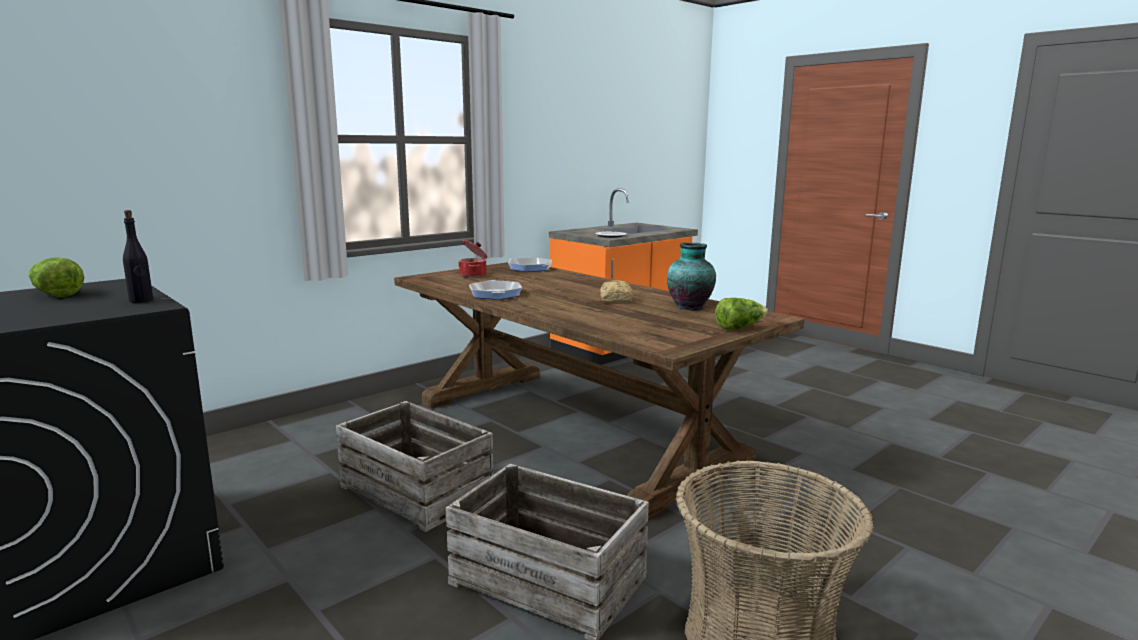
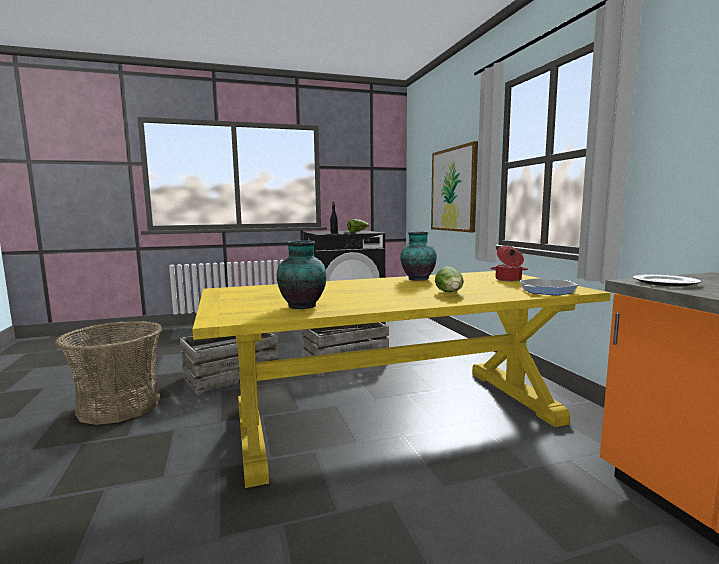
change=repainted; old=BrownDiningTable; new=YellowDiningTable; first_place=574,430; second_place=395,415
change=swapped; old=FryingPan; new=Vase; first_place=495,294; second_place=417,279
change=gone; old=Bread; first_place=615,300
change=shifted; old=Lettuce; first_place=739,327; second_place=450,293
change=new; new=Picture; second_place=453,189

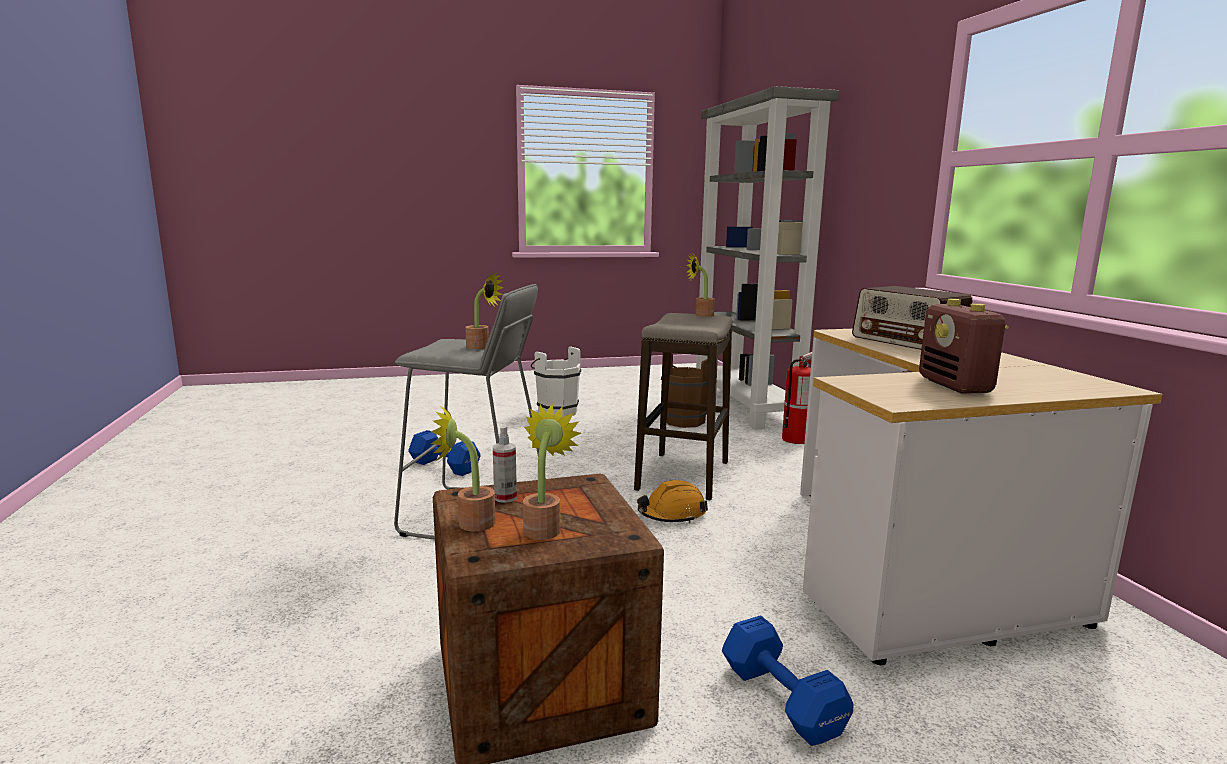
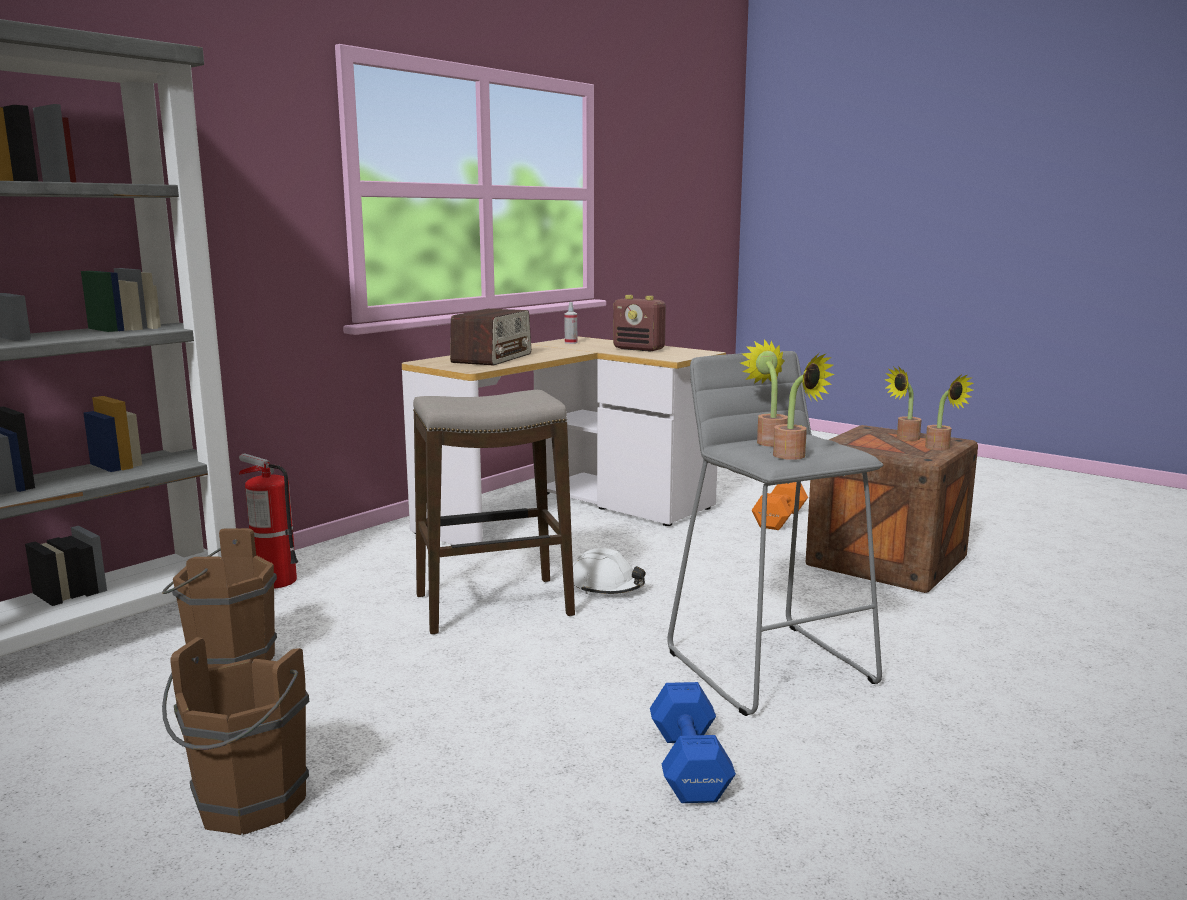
change=shifted; old=PottedPlant; first_place=700,315; second_place=795,456
change=rotated; old=Radio; first_place=955,386; second_place=639,349; degrees=75
change=repainted; old=WhiteBucket; new=BrownBucket; first_place=556,411; second_place=246,808
change=shifted; old=SprayBottle; first_place=505,497; second_place=571,343
change=repainted; old=OrangeHardHat; new=WhiteHardHat; first_place=672,514; second_place=606,586
change=repainted; old=BlueDumbbell; new=OrangeDumbbell; first_place=782,702; second_place=780,518

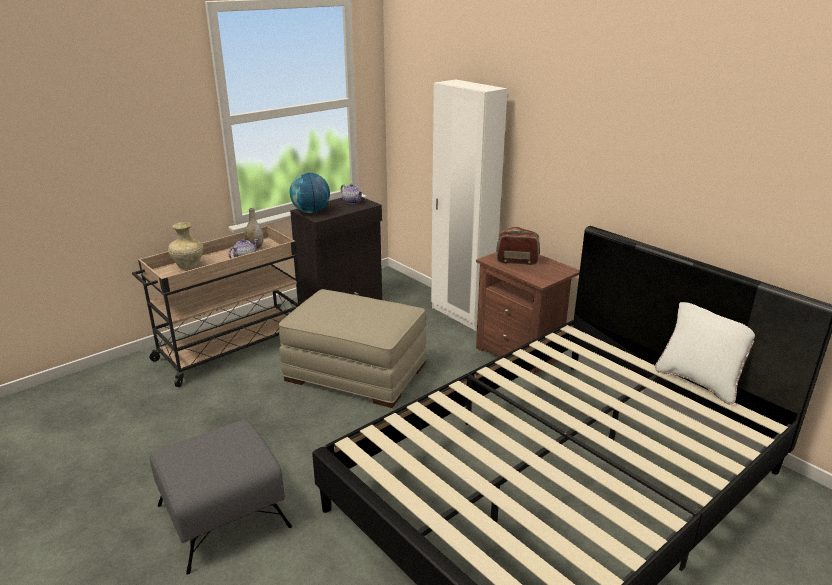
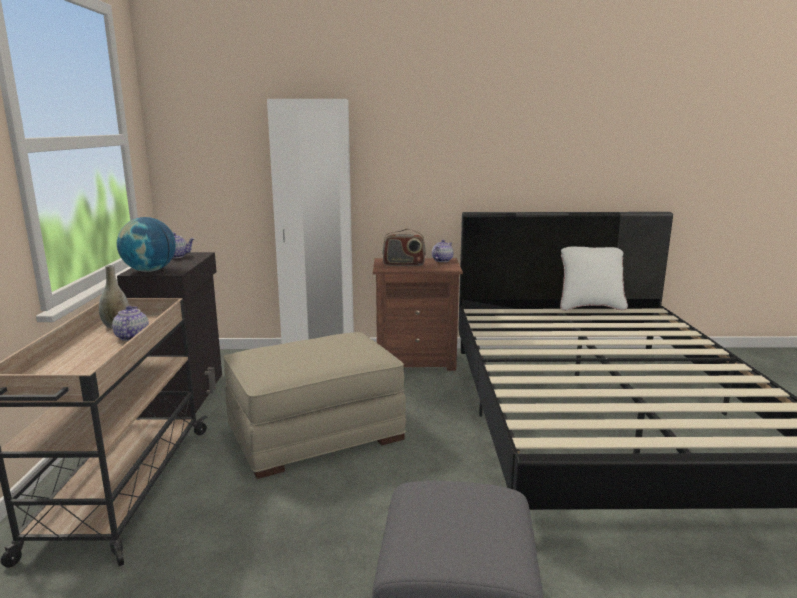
change=gone; old=BeigeVase; first_place=188,265
change=rotated; old=Radio; first_place=517,261; second_place=404,264; degrees=-135
change=new; new=Teapot; second_place=442,260

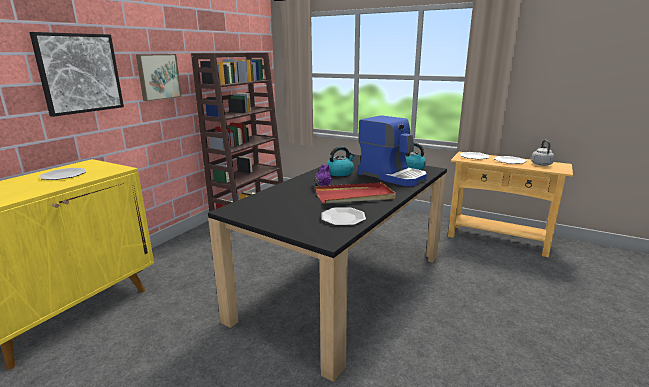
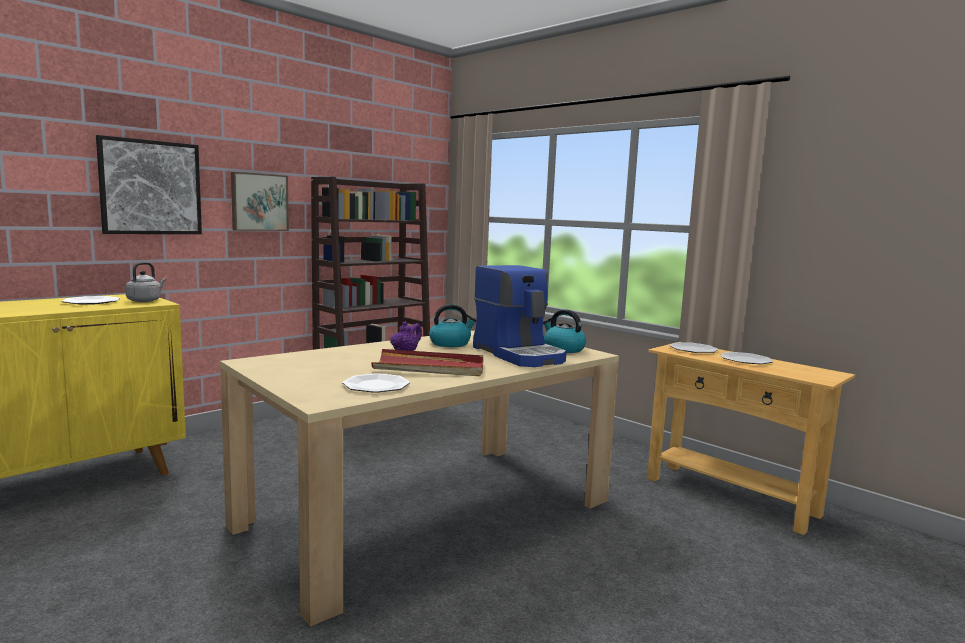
change=shifted; old=GreyKettle; first_place=540,164; second_place=146,300
change=repainted; old=BlackDiningTable; new=BeigeDiningTable; first_place=343,284; second_place=428,512

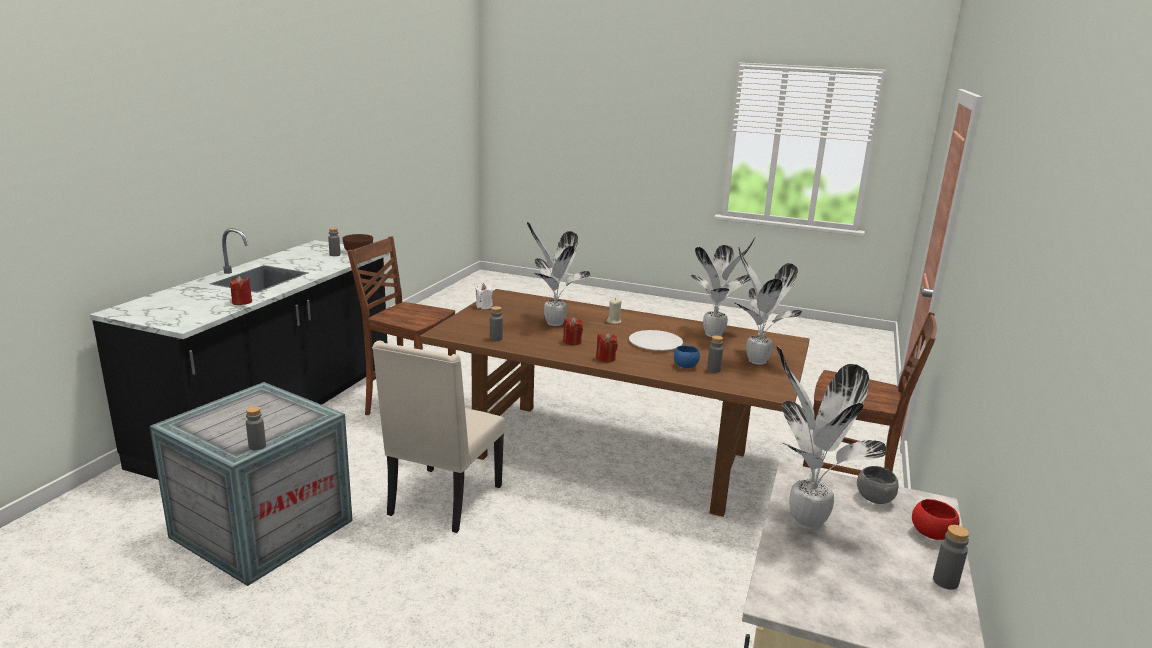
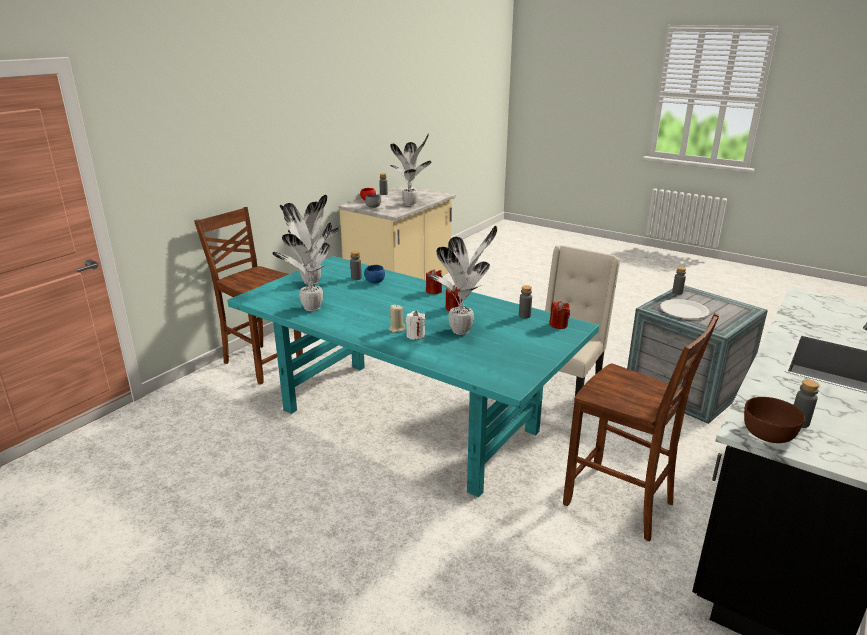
change=shifted; old=RedCandle; first_place=242,302; second_place=558,325
change=shifted; old=WhiteCandle; first_place=484,306; second_place=415,335
change=repainted; old=BrownDiningTable; new=TurquoiseDiningTable; first_place=613,455; second_place=406,420
change=shifted; old=WhitePlate; first_place=655,342; second_place=684,310

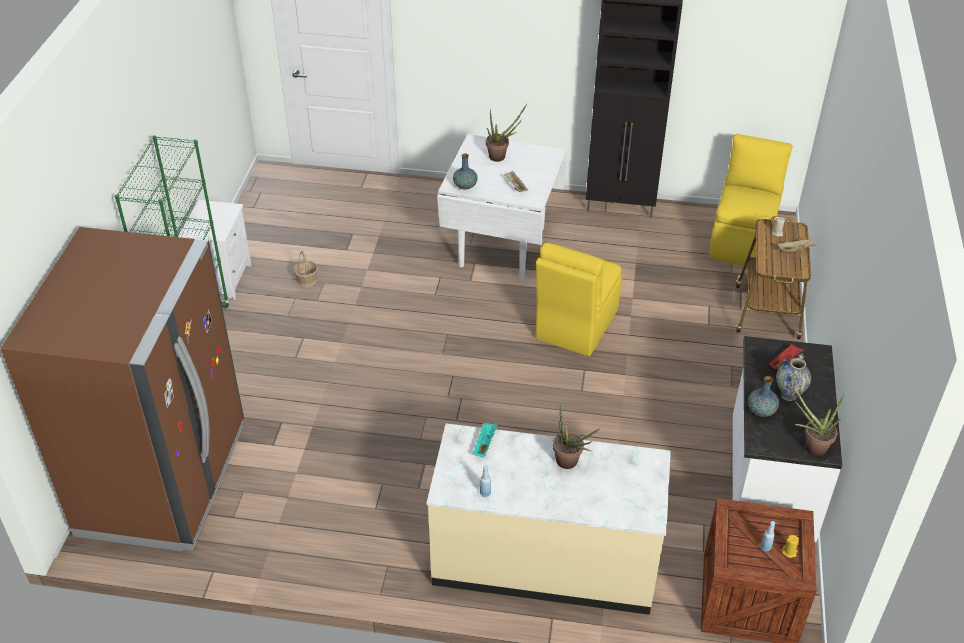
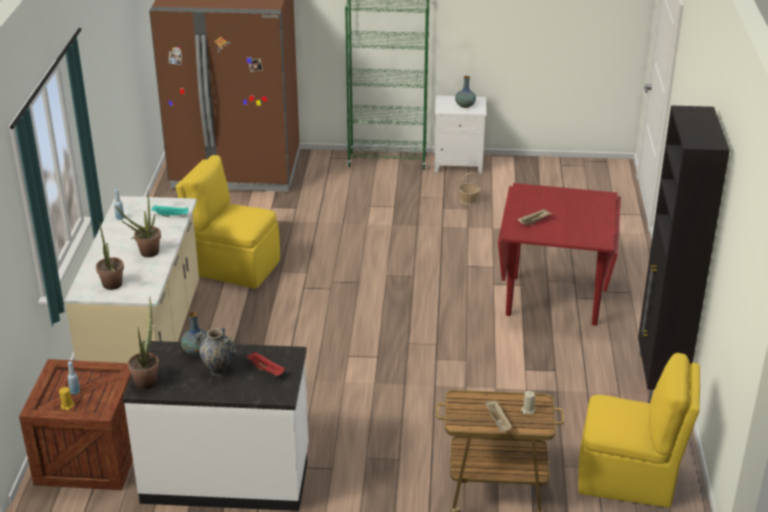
change=shifted; old=PottedPlant; first_place=501,156; second_place=112,287
change=repainted; old=WhiteDiningTable; new=RedDiningTable; first_place=501,246; second_place=553,299
change=shifted; old=Vase; first_place=465,186; second_place=465,106
change=shifted; old=YellowChair; first_place=575,326; second_place=234,267

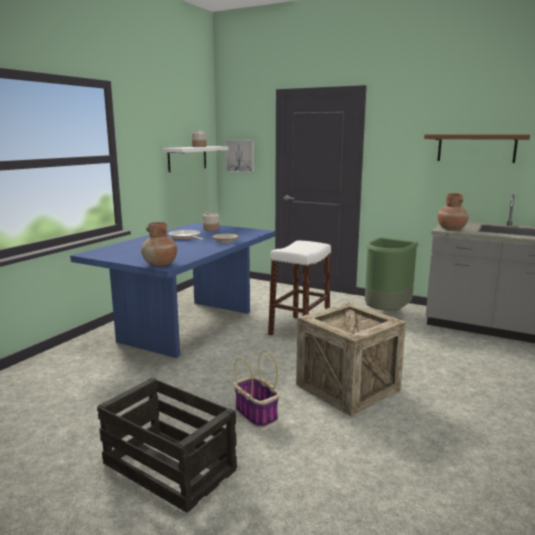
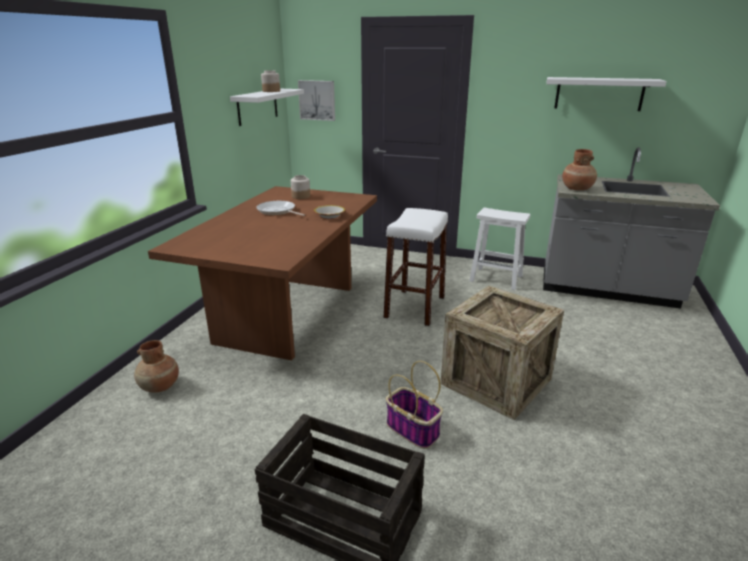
change=repainted; old=BrownShelf; new=WhiteShelf; first_place=476,148; second_place=599,94
change=shifted; old=BrownVase; first_place=160,264; second_place=160,386
change=repainted; old=BlueDiningTable; new=BrownDiningTable; first_place=188,326; second_place=288,314
change=swapped; old=GreenTrashCan; new=WhiteStool; first_place=386,313; second_place=497,278

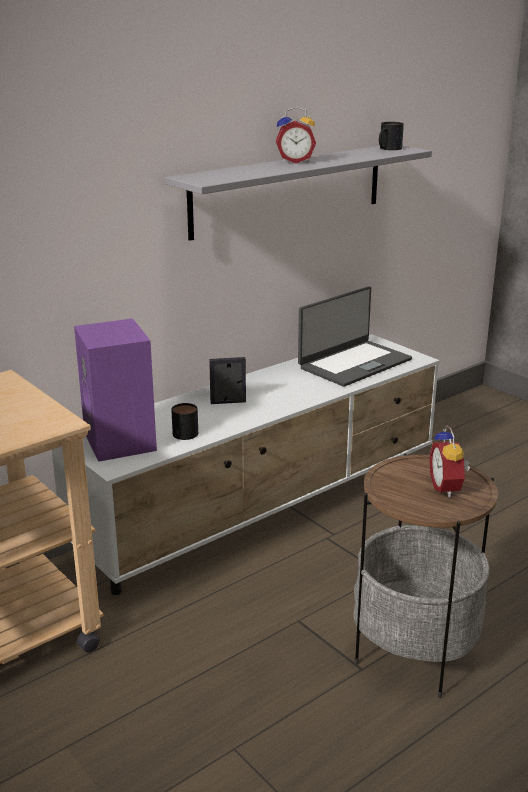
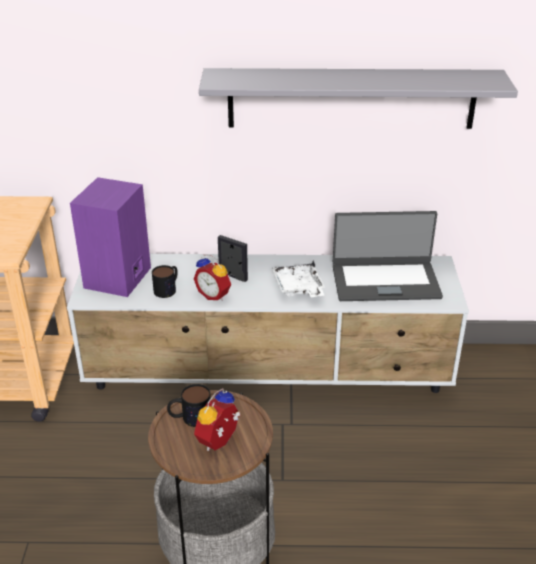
change=shifted; old=AlarmClock; first_place=295,161; second_place=214,295
change=shifted; old=Mug; first_place=387,149; second_place=190,417
change=new; new=WhiteTray; second_place=298,288

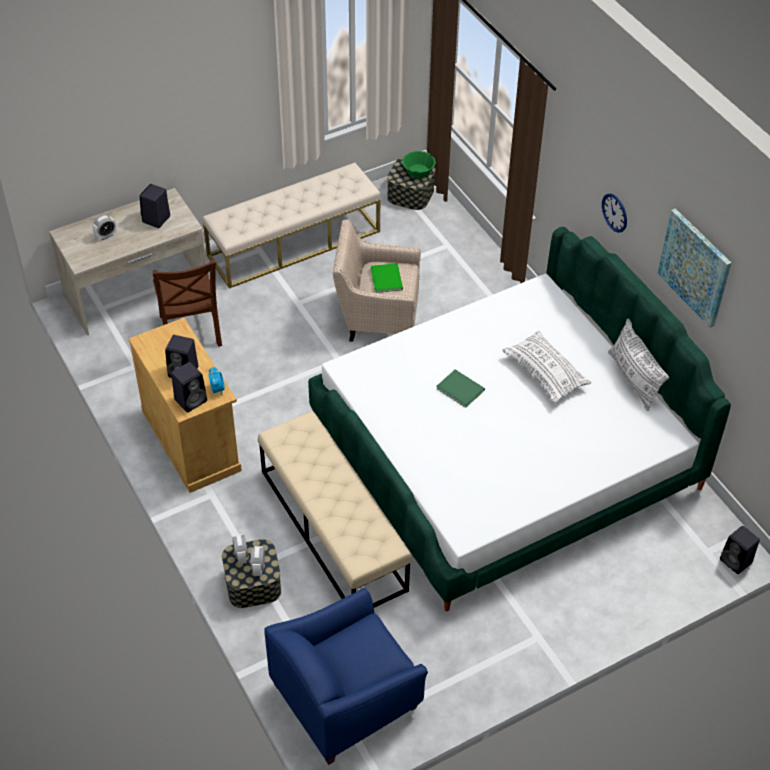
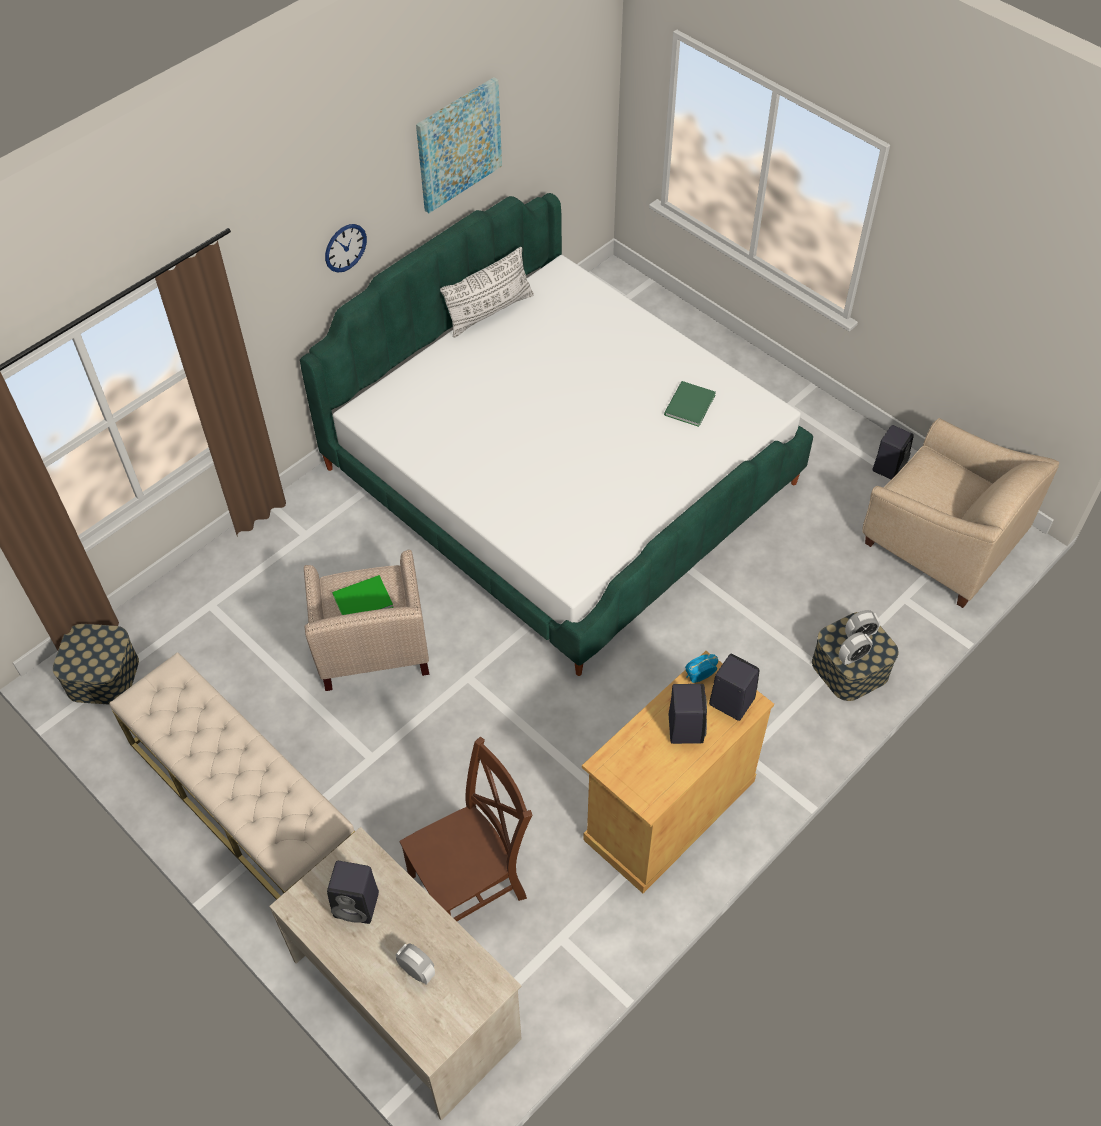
change=gone; old=GreenBowl; first_place=418,171
change=gone; old=WhitePillow; first_place=545,373
change=shifted; old=GreenBook; first_place=460,388; second_place=688,405
change=gone; old=BeigeBench; first_place=333,530
change=shifted; old=BlackSpeaker; first_place=736,561; second_place=889,466
change=repainted; old=BlueArmchair; new=BeigeArmchair; first_place=346,697; second_place=941,542

